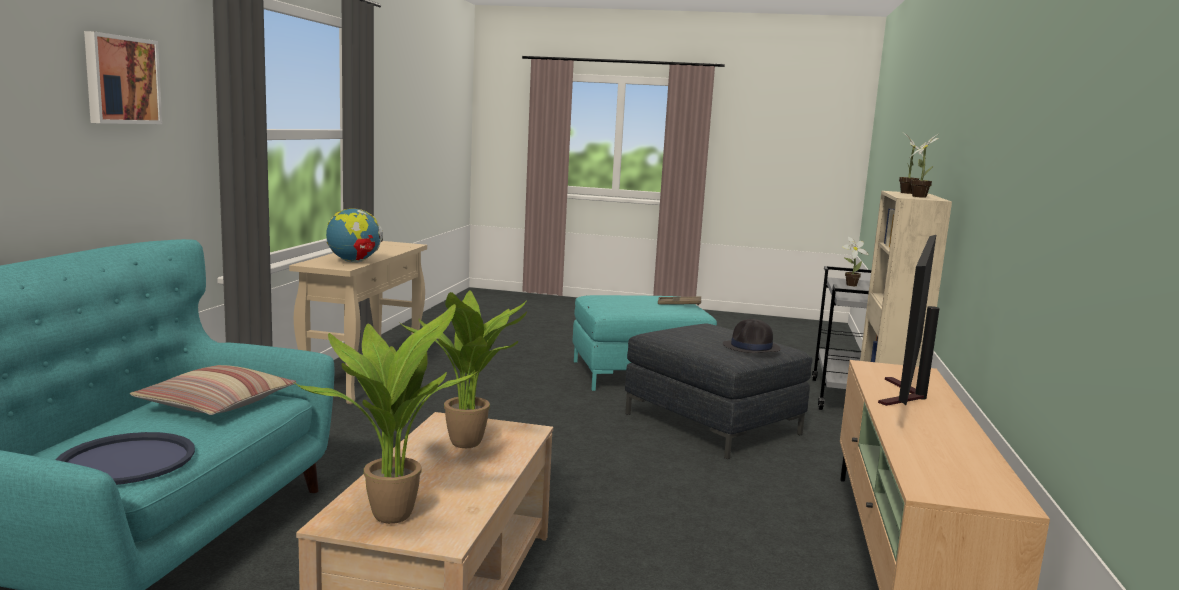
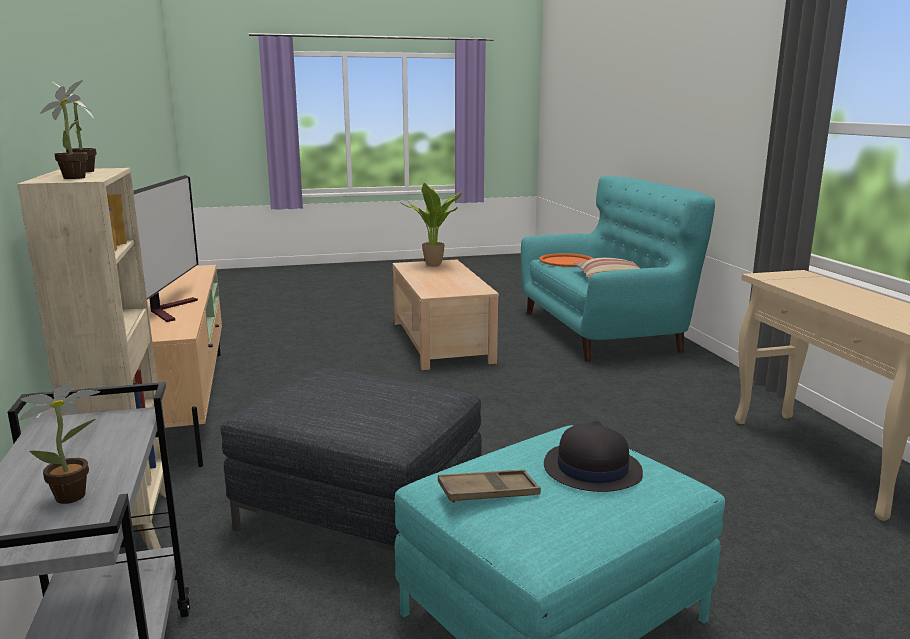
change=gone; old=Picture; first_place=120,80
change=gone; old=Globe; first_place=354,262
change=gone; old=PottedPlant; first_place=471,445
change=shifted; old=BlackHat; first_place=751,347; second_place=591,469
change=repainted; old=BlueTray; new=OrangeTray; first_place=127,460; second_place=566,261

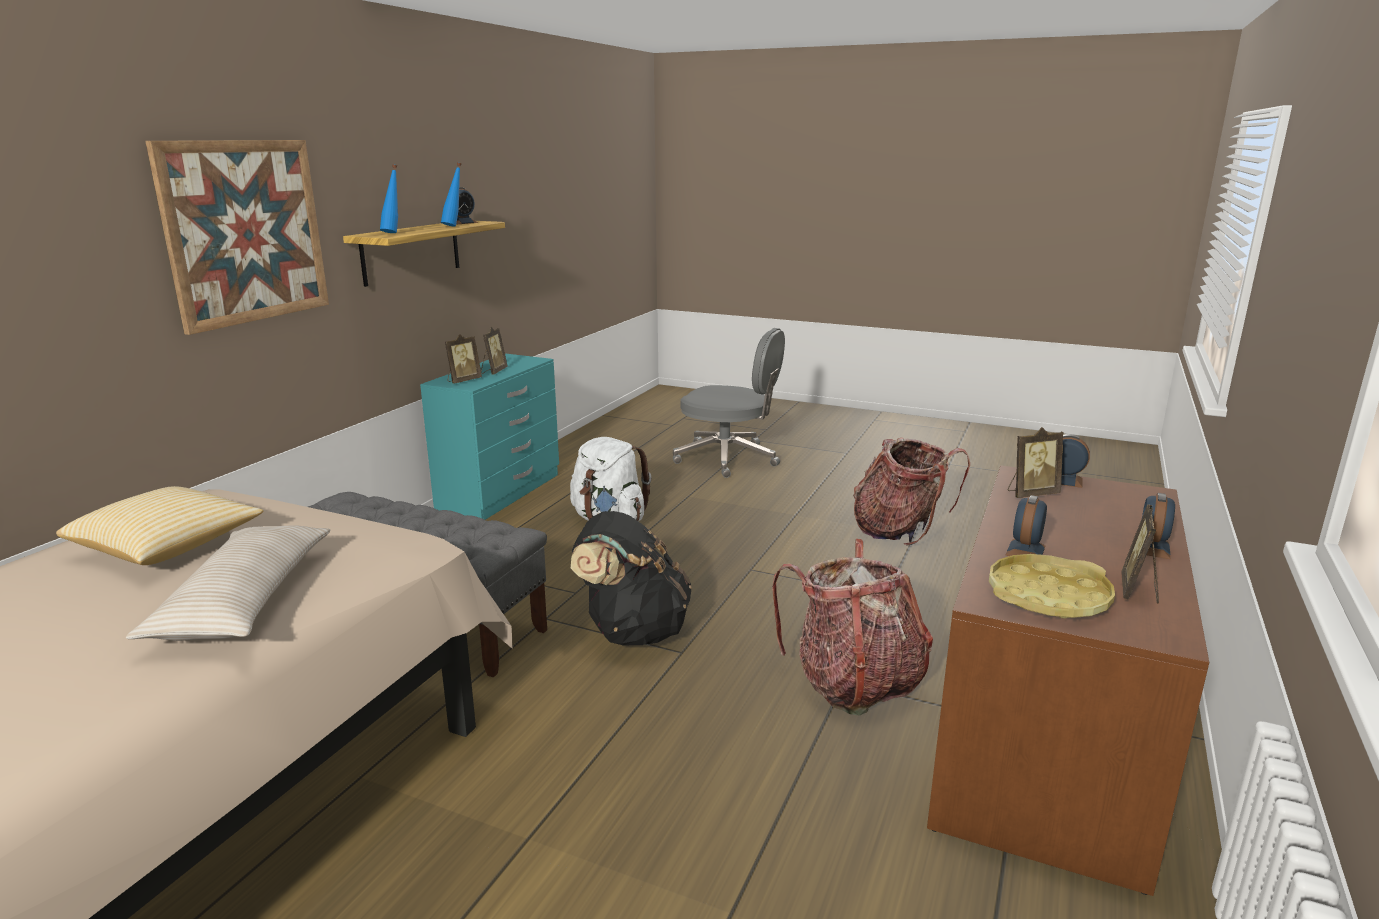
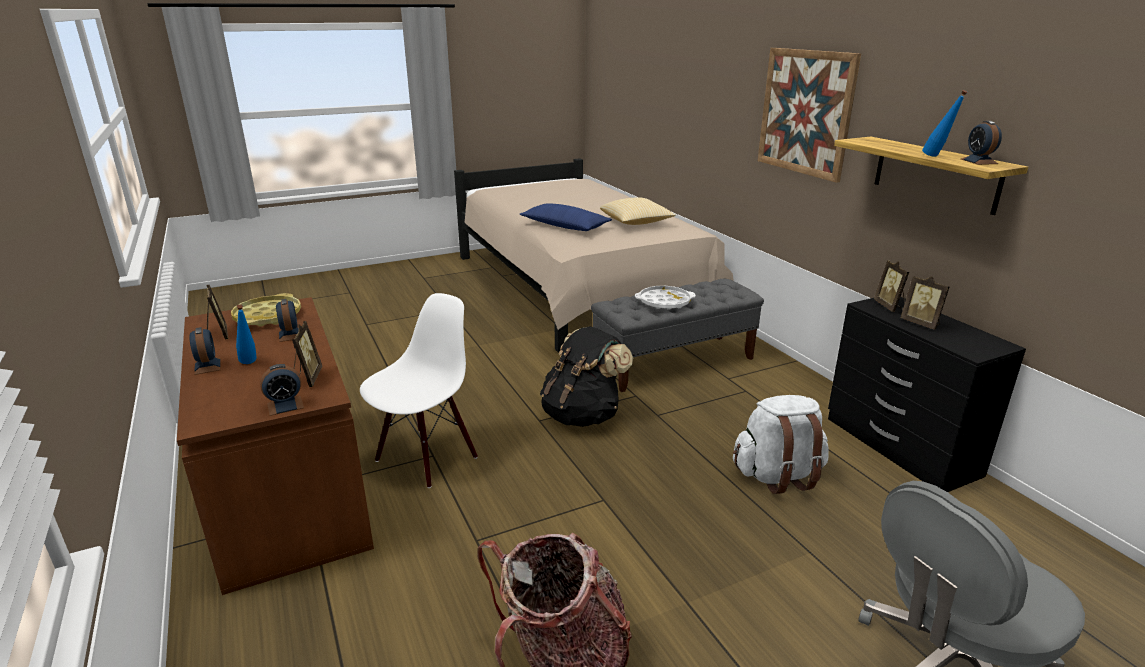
change=shifted; old=BlueBottle; first_place=394,233; second_place=250,364
change=repainted; old=TurquoiseDresser; new=BlackDresser; first_place=501,492; second_place=900,447
change=rotated; old=PictureFrame; first_place=1031,494; second_place=307,379; degrees=150
change=repainted; old=BeigePillow; new=BluePillow; first_place=244,601; second_place=565,226
change=swapped; old=Backpack; new=WhiteChair; first_place=853,683; second_place=426,457
change=new; new=WhiteTray; second_place=664,302

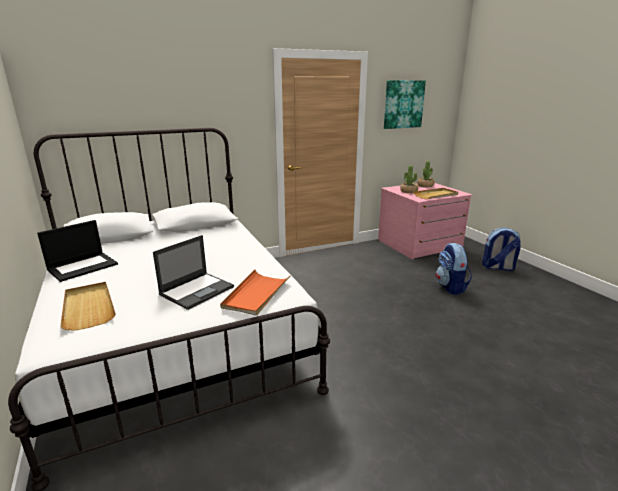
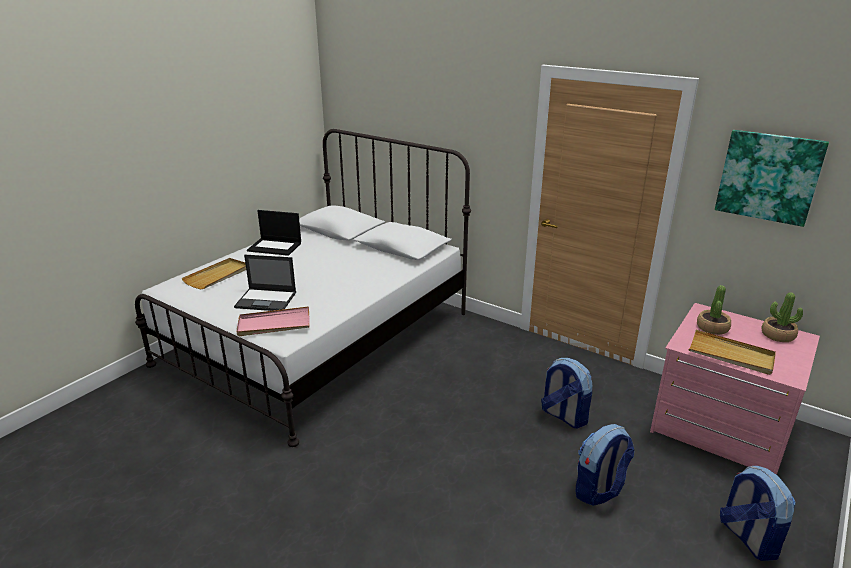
change=repainted; old=OrangeTray; new=PinkTray; first_place=256,294; second_place=274,324
change=new; new=Backpack; second_place=563,416

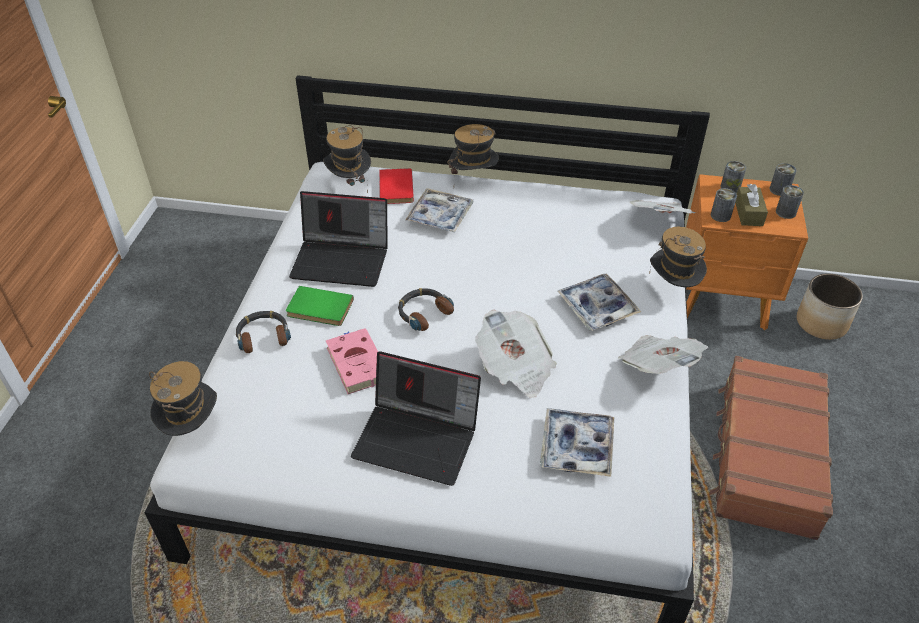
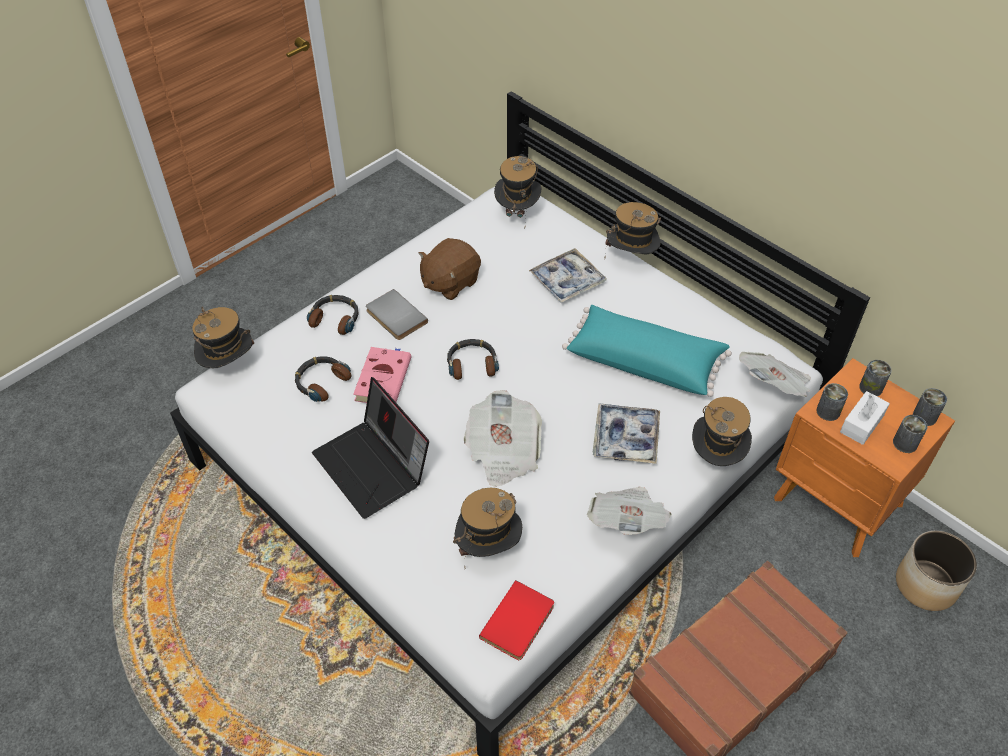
change=shifted; old=RedBook; first_place=398,188; second_place=519,623
change=repainted; old=BrownTissueBox; new=WhiteTissueBox; first_place=748,213; second_place=861,424
change=swapped; old=Laptop; new=BrownPlushToy; first_place=342,260; second_place=450,282
change=repainted; old=GreenBook; new=GreyBook; first_place=319,309; second_place=394,317
change=swapped; old=Tray; new=Hat; first_place=576,447; second_place=488,548
change=new; new=TurquoisePillow; second_place=645,361
change=new; new=Headphones; second_place=321,381

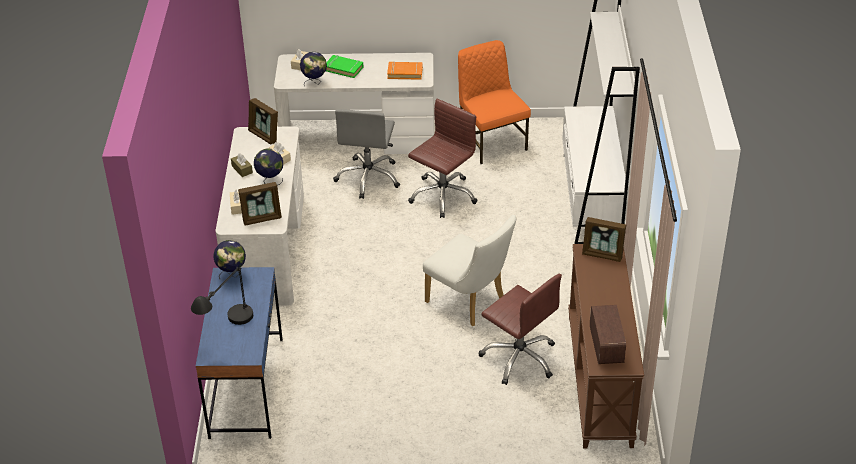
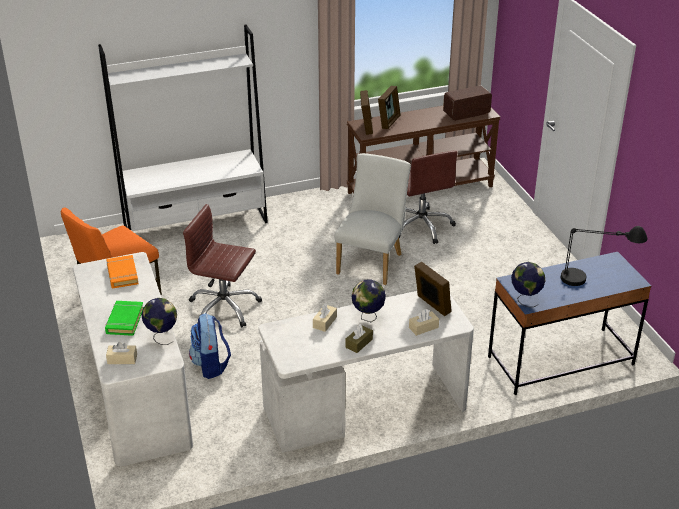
change=shifted; old=PictureFrame; first_place=264,135; second_place=389,122
change=swapped; old=GreyOfficeChair; new=Backpack; first_place=369,177; second_place=211,365
change=rotated; old=BrownOfficeChair; first_place=519,358; second_place=421,226; degrees=135

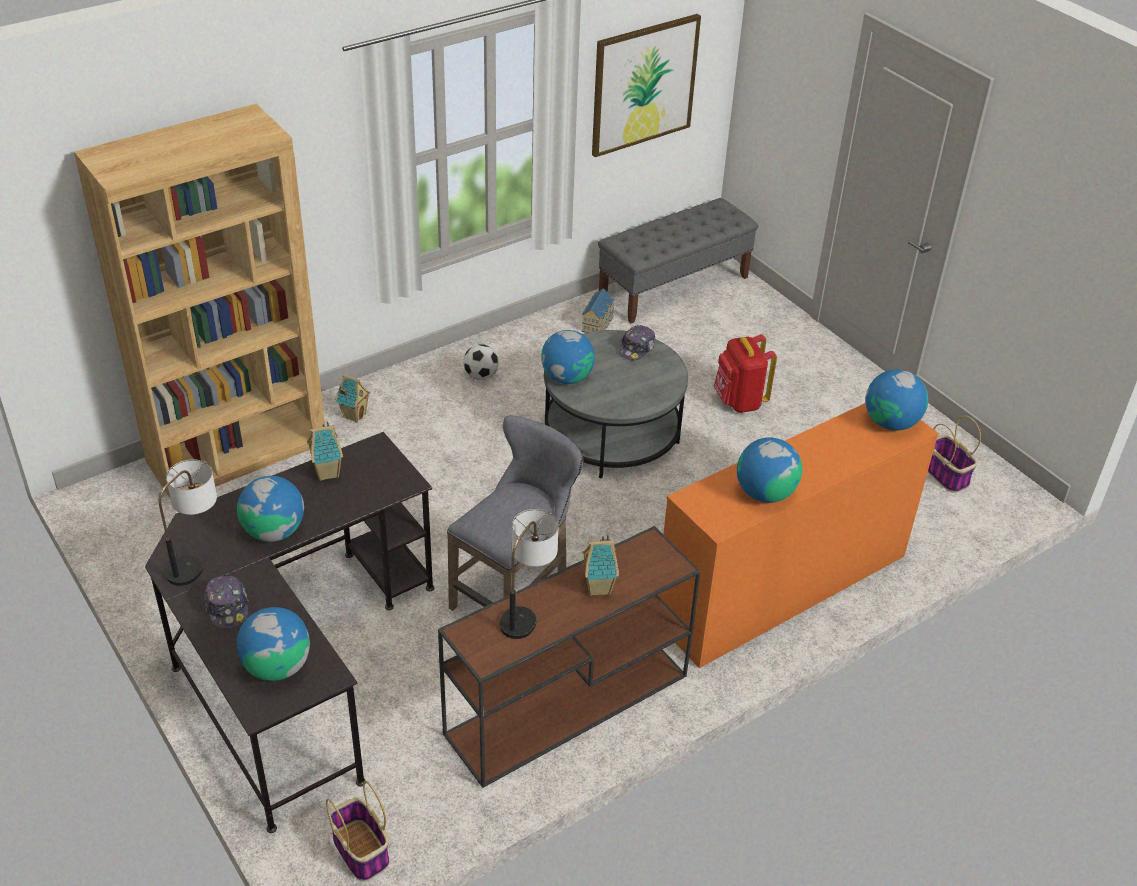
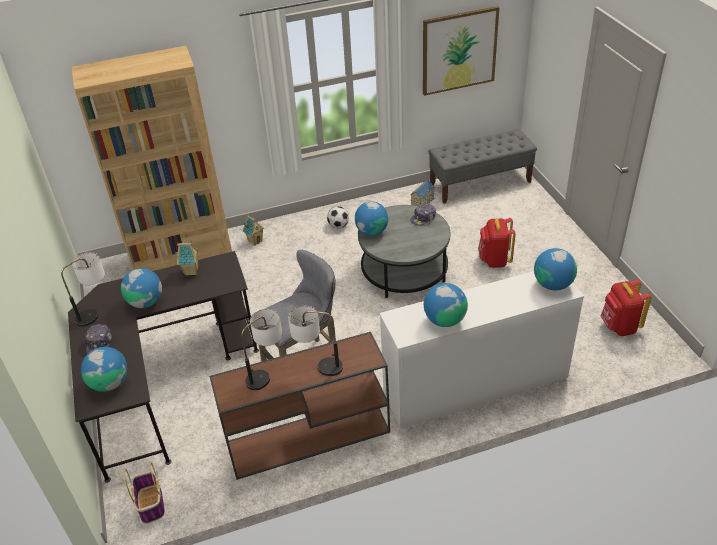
change=repainted; old=OrangeDresser; new=WhiteDresser; first_place=781,588; second_place=475,385
change=swapped; old=Basket; new=RedBackpack; first_place=946,475; second_place=619,327
change=swapped; old=ToyHouse; new=TableLamp; first_place=599,587; second_place=318,366

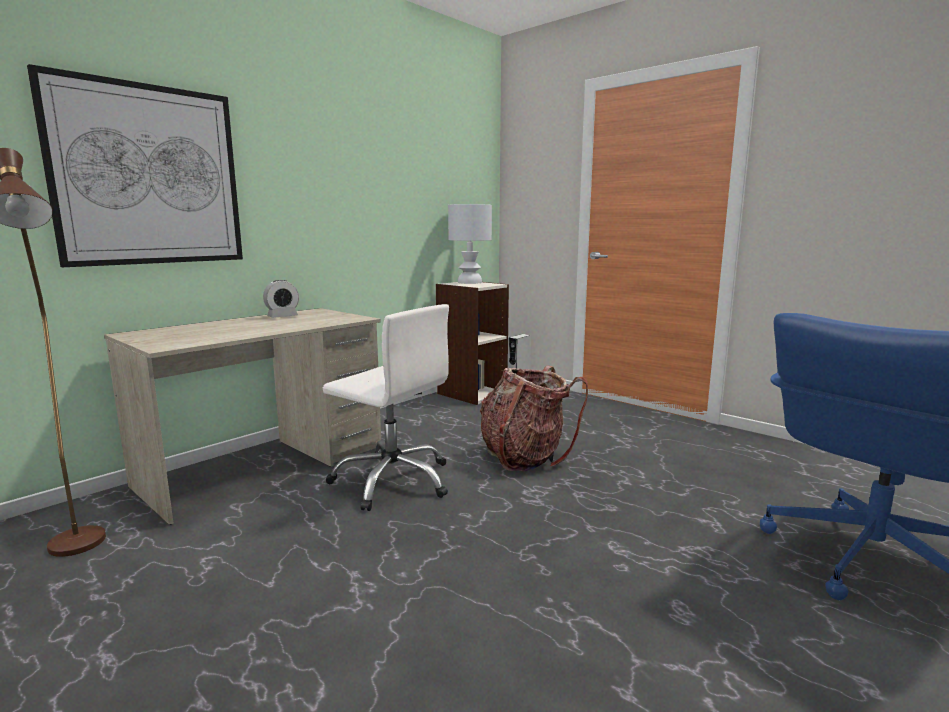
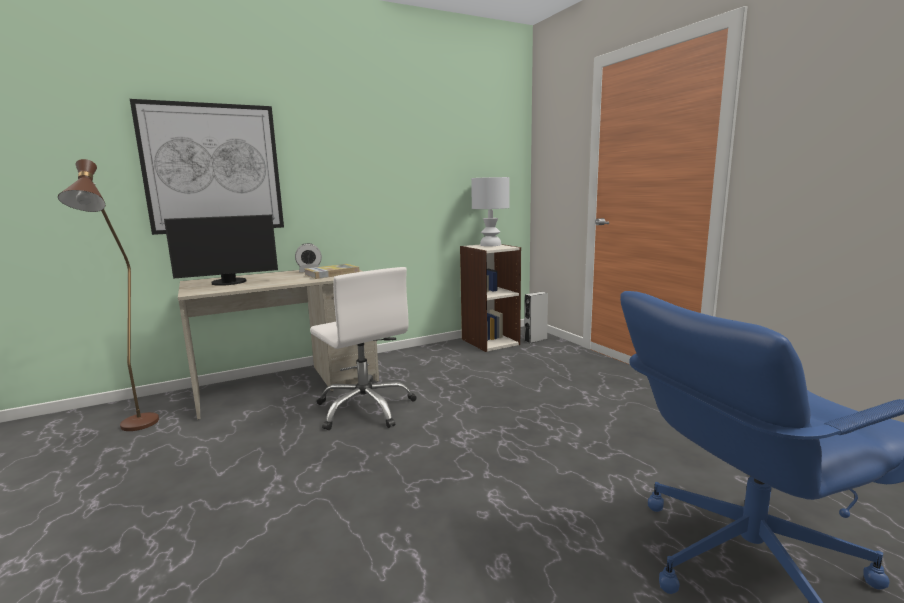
change=gone; old=Backpack; first_place=525,457
change=new; new=Monitor; second_place=229,283
change=new; new=Book; second_place=332,274

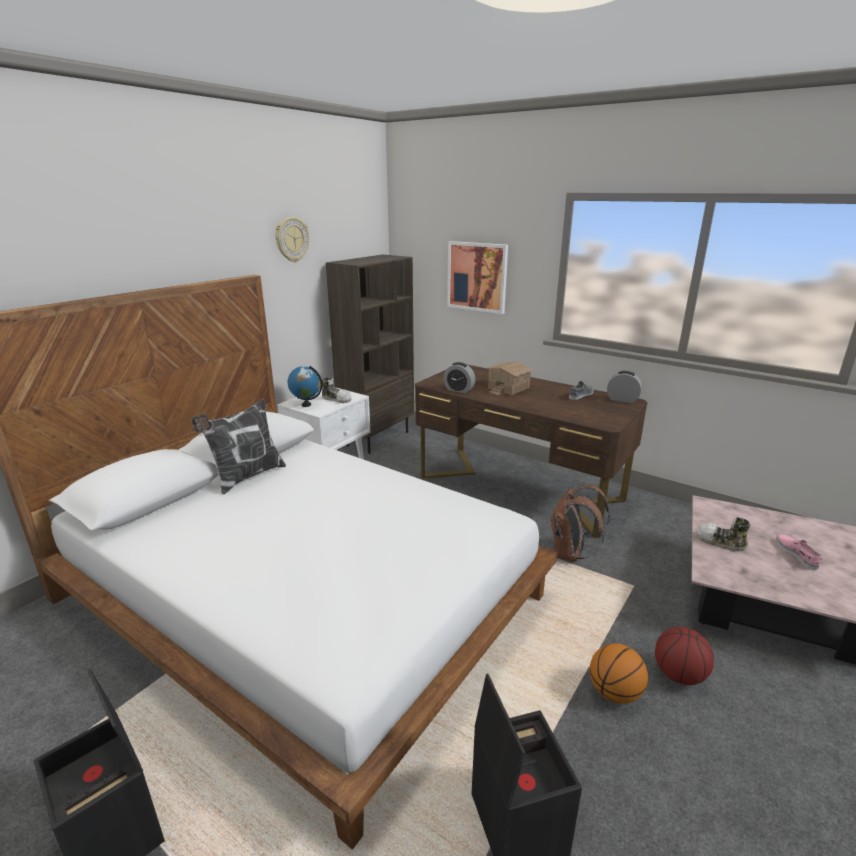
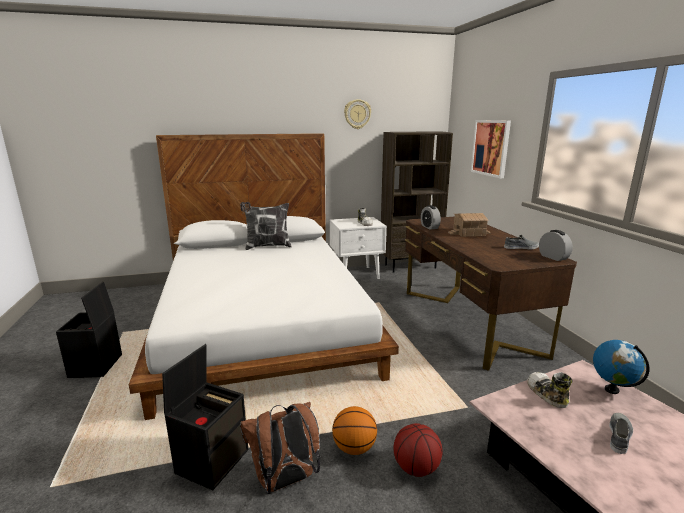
change=shifted; old=Globe; first_place=306,405; second_place=612,390
change=shifted; old=BrownBackpack; first_place=570,554; second_place=285,481
change=repainted; old=PinkShoe; new=GreyShoe; first_place=797,554; second_place=619,435

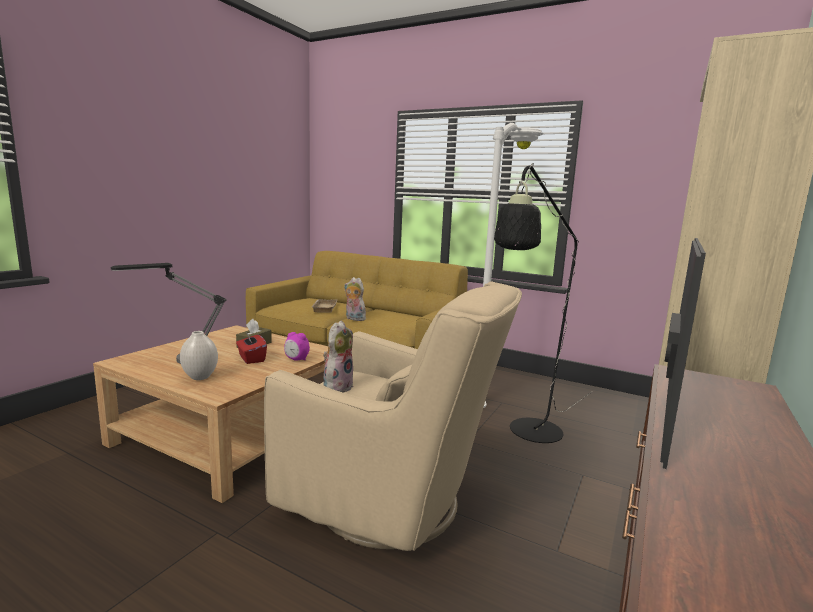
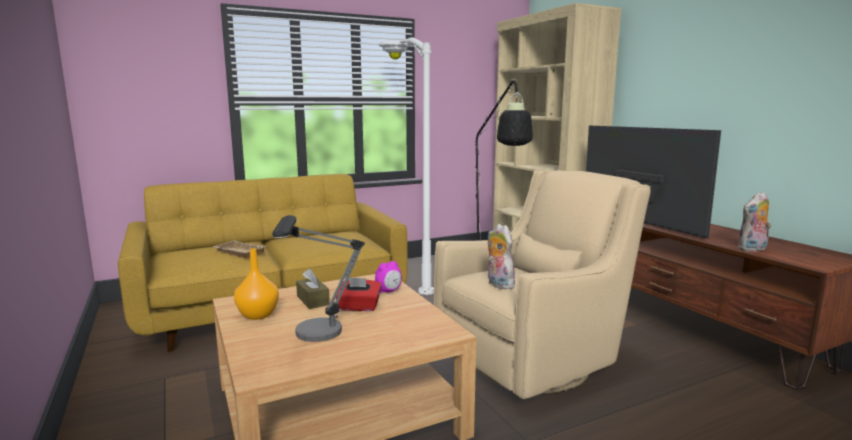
change=shifted; old=PlushToy; first_place=354,319; second_place=752,249
change=gone; old=WhiteVase; first_place=200,377
change=new; new=OrangeVase; second_place=257,315

